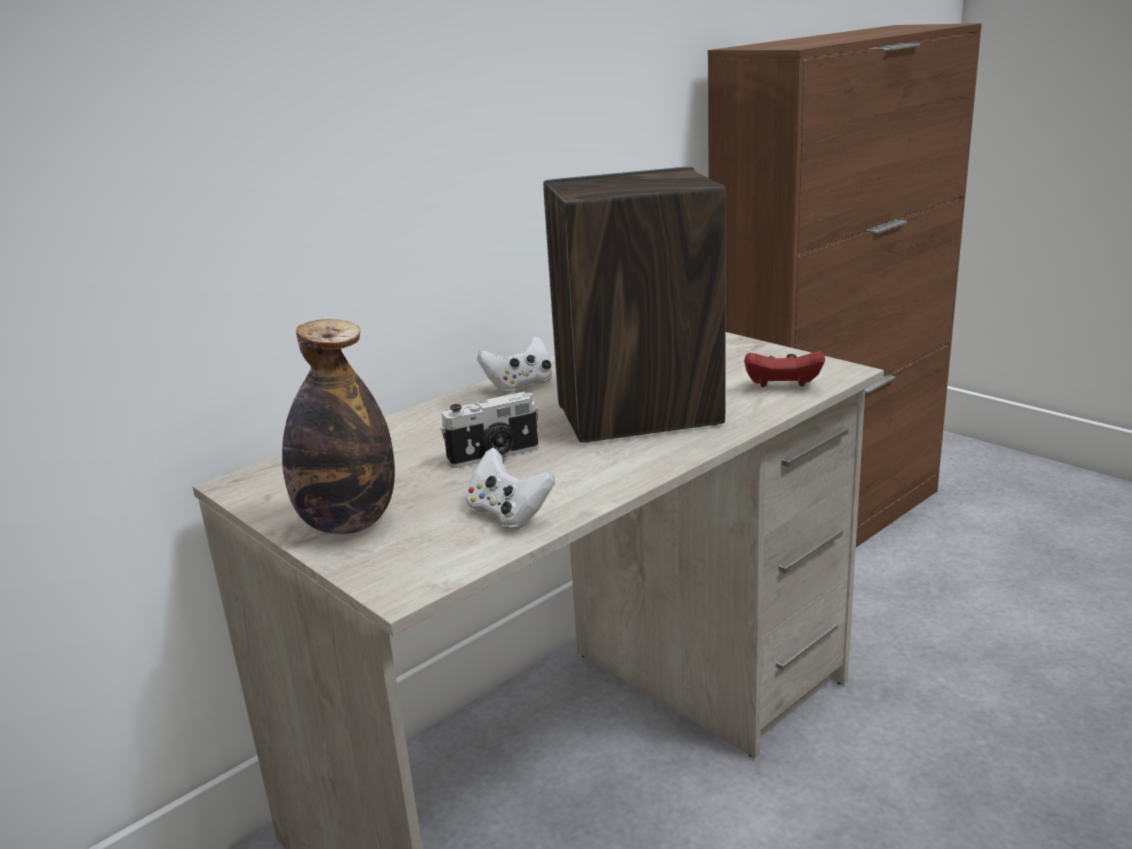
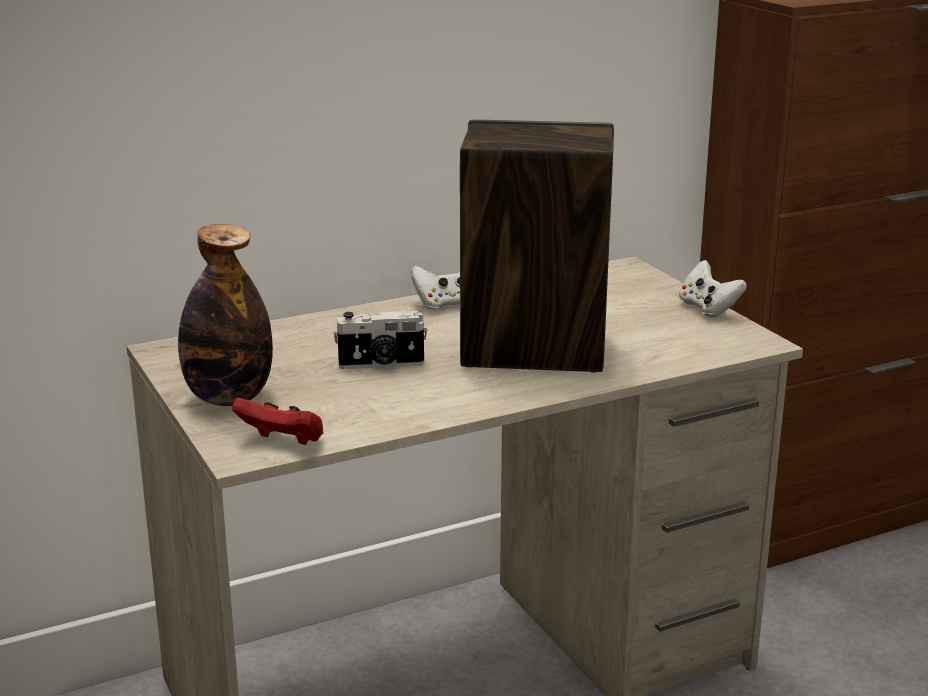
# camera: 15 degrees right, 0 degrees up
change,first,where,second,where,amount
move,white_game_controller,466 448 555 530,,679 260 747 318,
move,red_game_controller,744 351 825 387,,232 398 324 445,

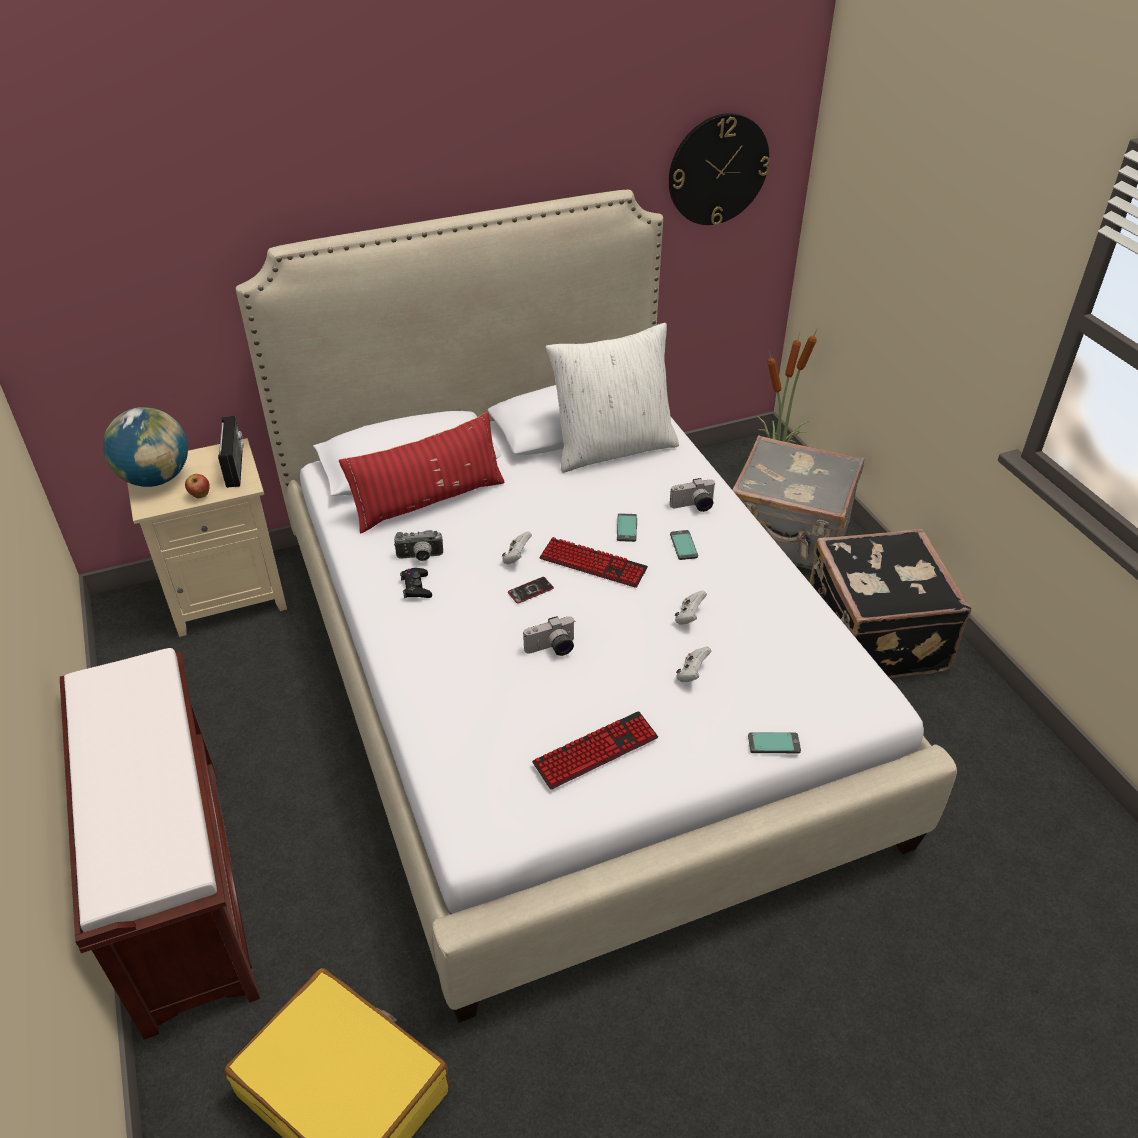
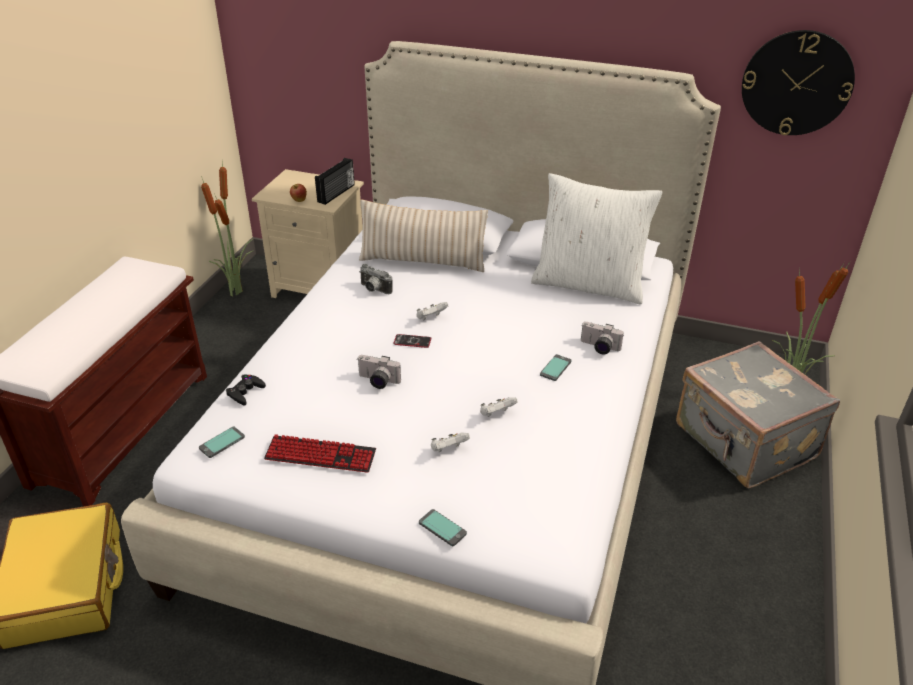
# camera: 40 degrees right, 5 degrees down
change,first,where,second,where,amount
delete,globe,103 407 188 487,,,
recolor,red_pillow,339 412 505 534,beige_pillow,359 200 488 272,
move,black_game_controller,400 568 432 598,,226 375 266 406,
delete,keyboard,539 537 648 588,,,
move,phone,617 513 637 542,,199 426 245 458,
delete,black_suitcase,810 529 971 678,,,
insert,,,potted_plant,201 160 254 297,

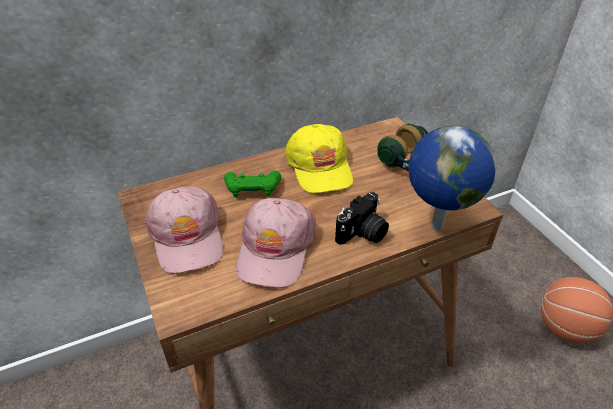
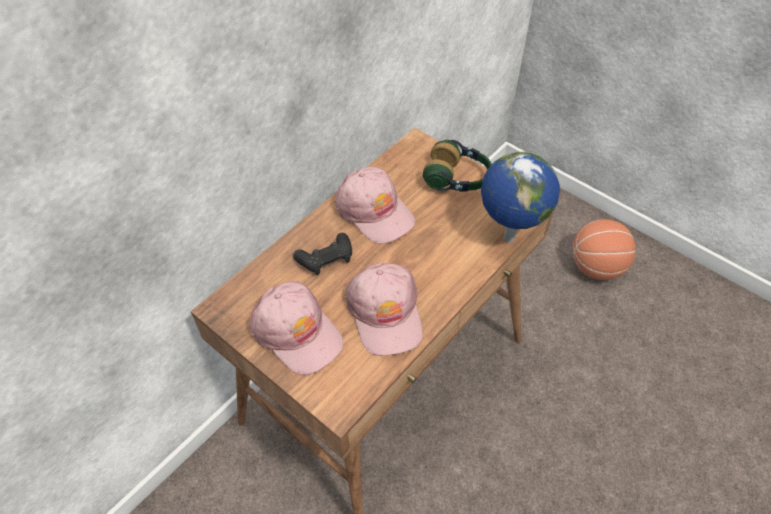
# camera: 25 degrees left, 10 degrees up
change,first,where,second,where,amount
recolor,green_game_controller,224 171 281 198,black_game_controller,293 233 352 275,
recolor,yellow_cap,285 124 353 193,pink_cap,335 167 415 244,
delete,photo_camera,335 192 389 245,,,

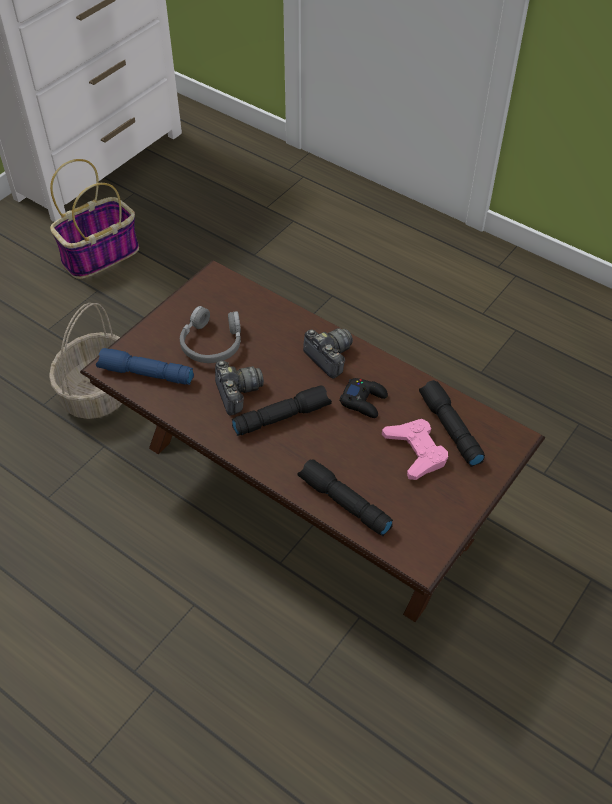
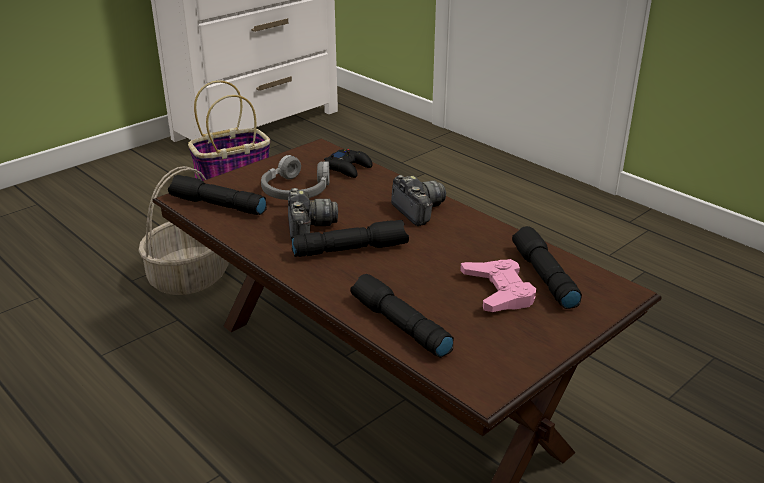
# camera: 10 degrees right, 20 degrees down
change,first,where,second,where,amount
recolor,blue_flashlight,96 348 194 385,black_flashlight,168 175 267 215,
move,black_game_controller,340 378 388 418,,324 149 373 178,

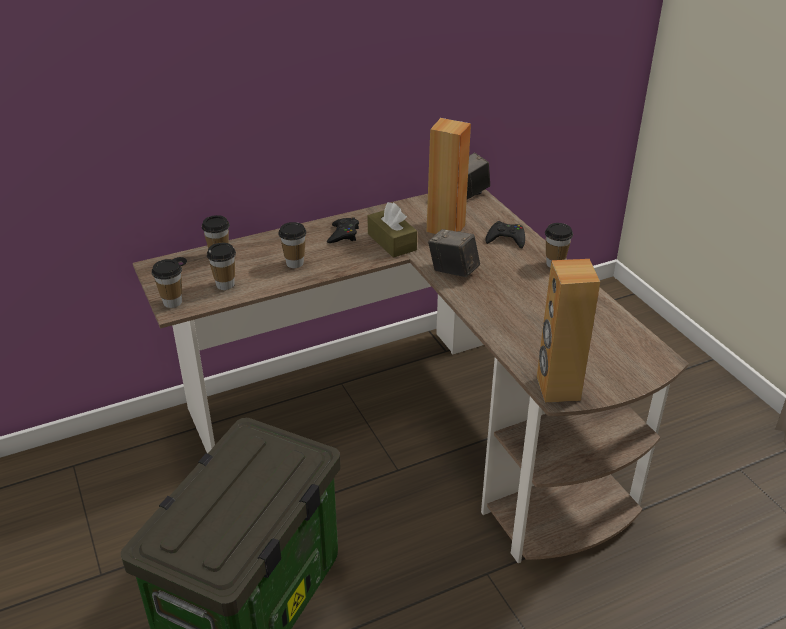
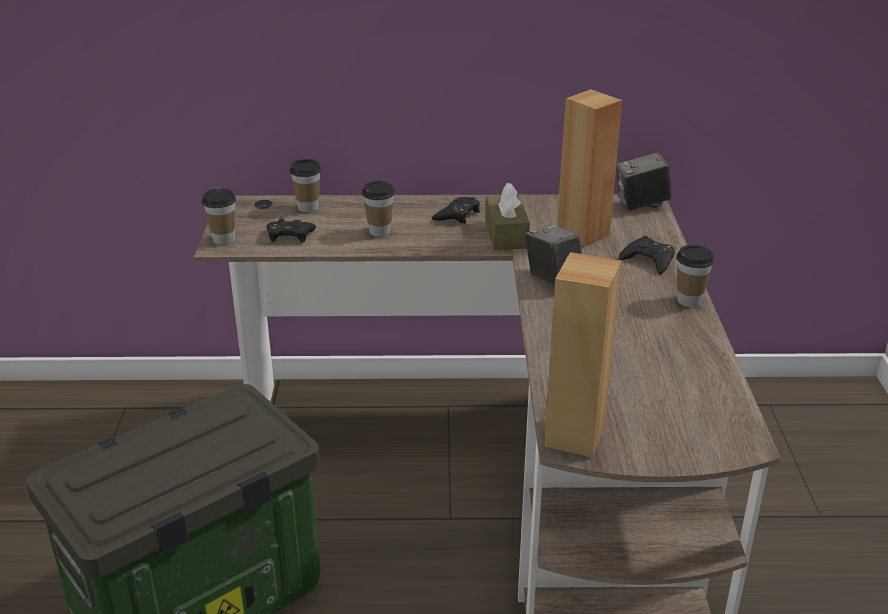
# camera: 25 degrees right, 5 degrees down
change,first,where,second,where,amount
replace,cup,207 243 236 290,black_game_controller,267 218 316 243,

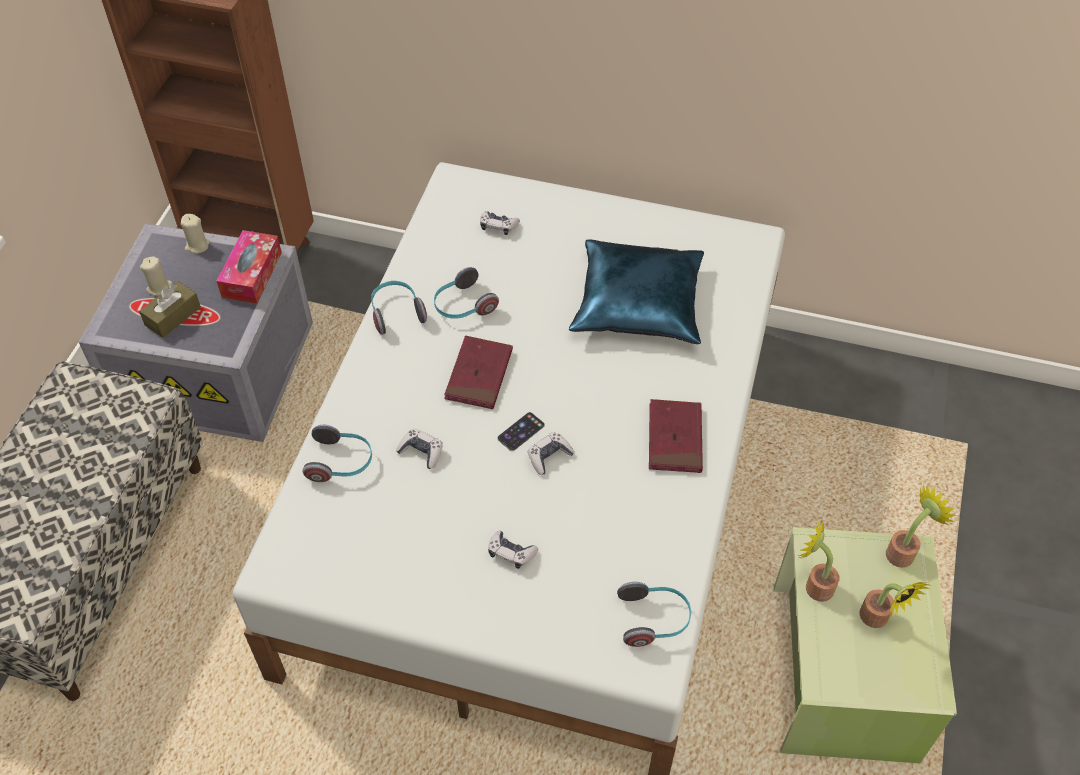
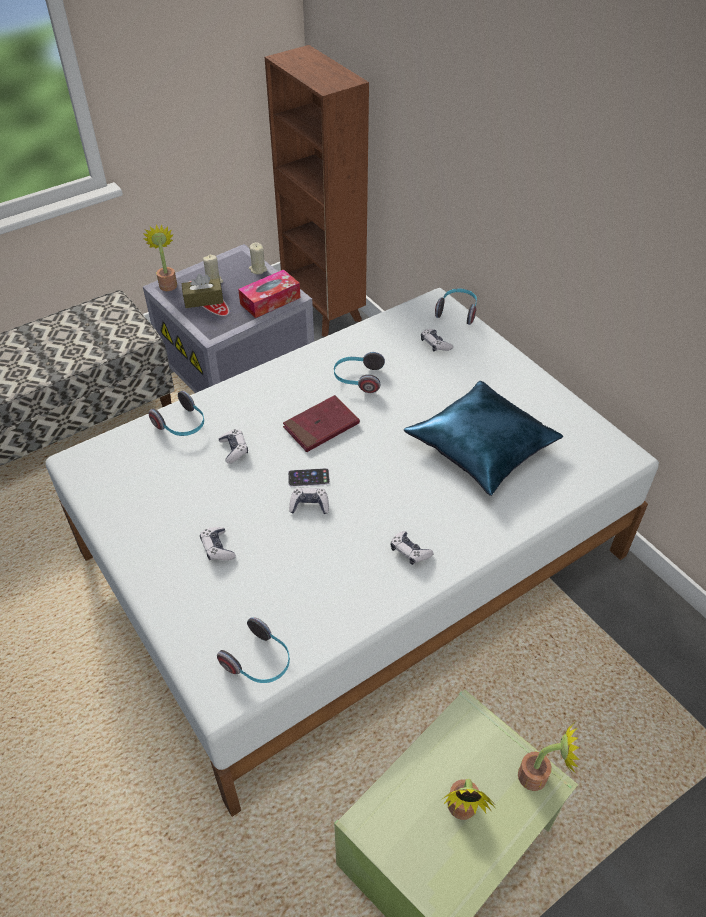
# camera: 40 degrees right, 5 degrees down
change,first,where,second,where,amount
move,headphones,371 281 427 335,,435 288 477 325,
replace,red_book,649 399 703 473,game_controller,391 531 434 565,
move,potted_plant,798 517 839 602,,143 224 177 291,

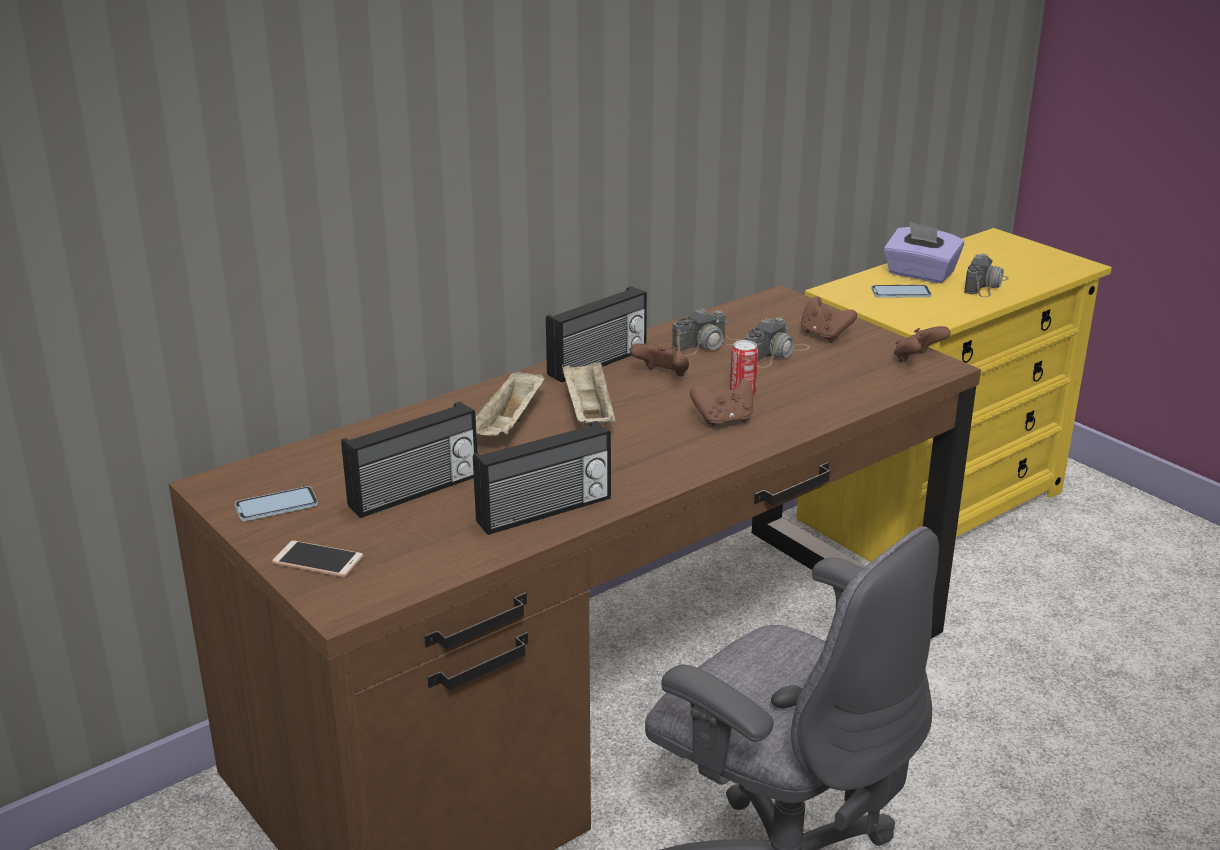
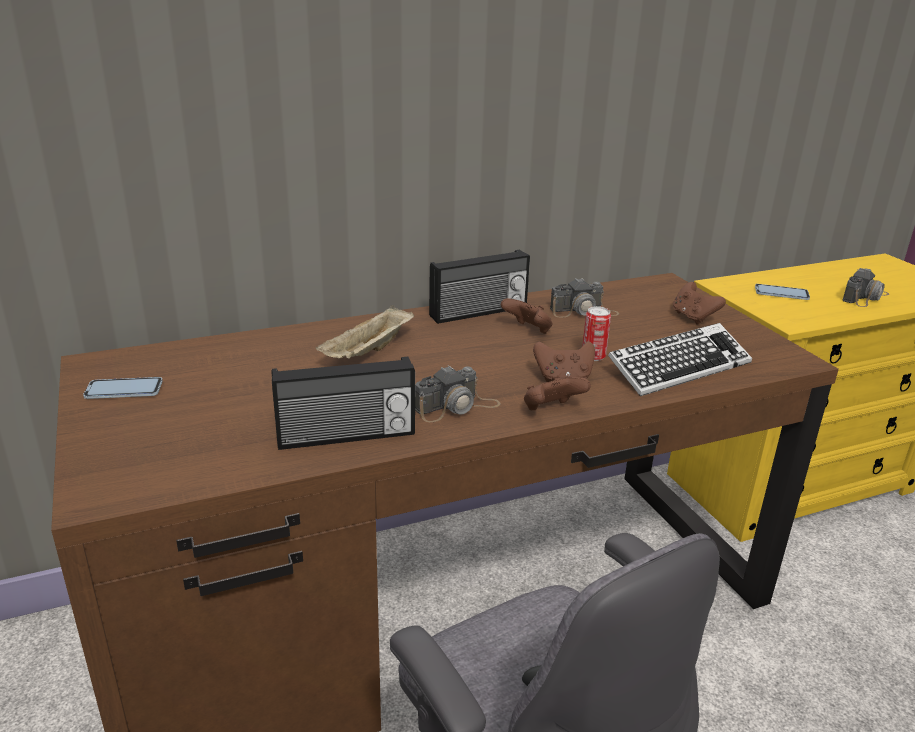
# camera: 15 degrees right, 0 degrees up
change,first,where,second,where,amount
delete,phone,272 541 364 577,,,
delete,radio,341 402 477 518,,,
delete,beige_tray,562 360 615 426,,,
move,photo_camera,745 317 810 368,,415 365 501 422,
delete,purple_tissue_box,884 222 964 283,,,
move,brown_game_controller,894 326 951 362,,524 376 591 410,
insert,,,keyboard,608 323 752 396,

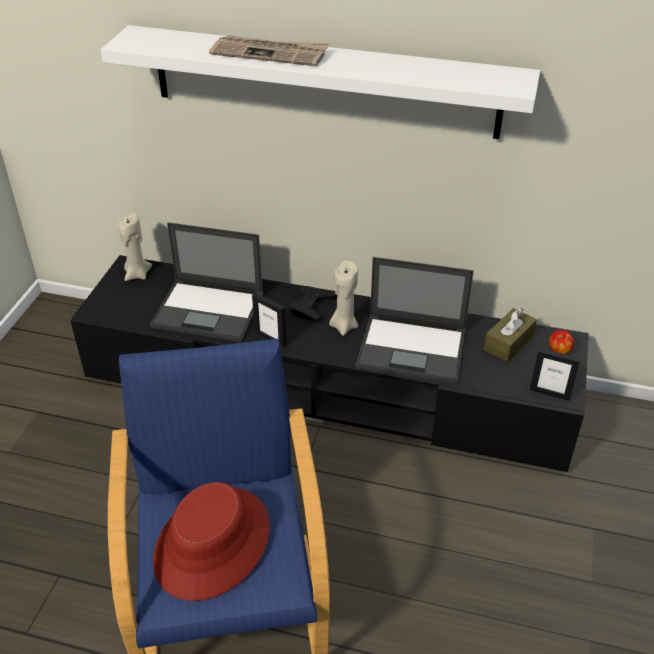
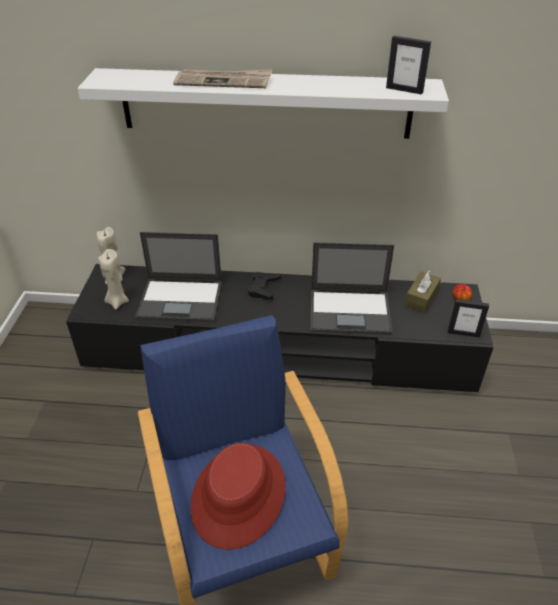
# camera: 10 degrees left, 0 degrees up
change,first,where,second,where,amount
move,picture_frame,252 292 287 348,,386 36 431 95,
move,beige_candle,329 261 358 336,,98 249 129 310,

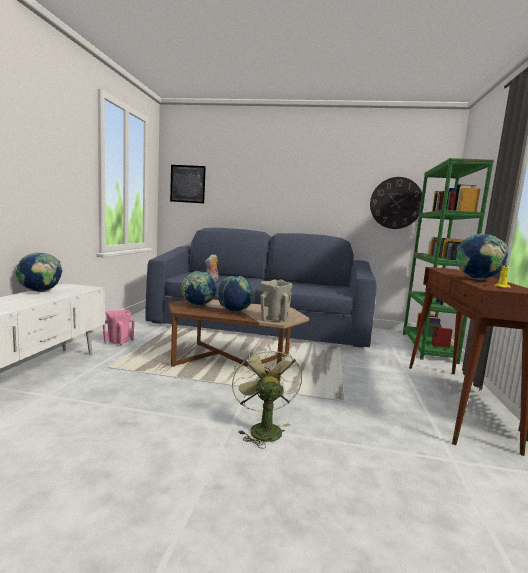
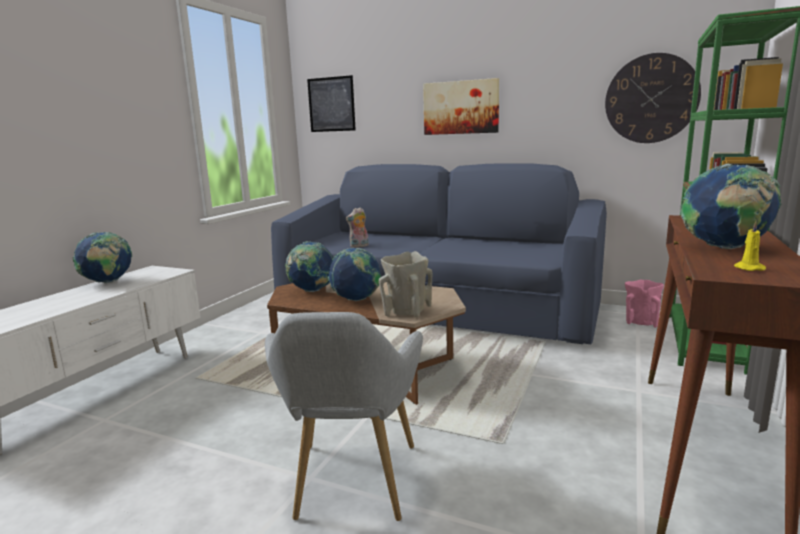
# camera: 15 degrees right, 5 degrees up
change,first,where,second,where,amount
move,pink_vase,103 310 135 345,,625 280 664 328,
replace,green_fan,232 345 302 448,grey_armchair,265 312 423 521,
insert,,,picture,423 78 499 135,

